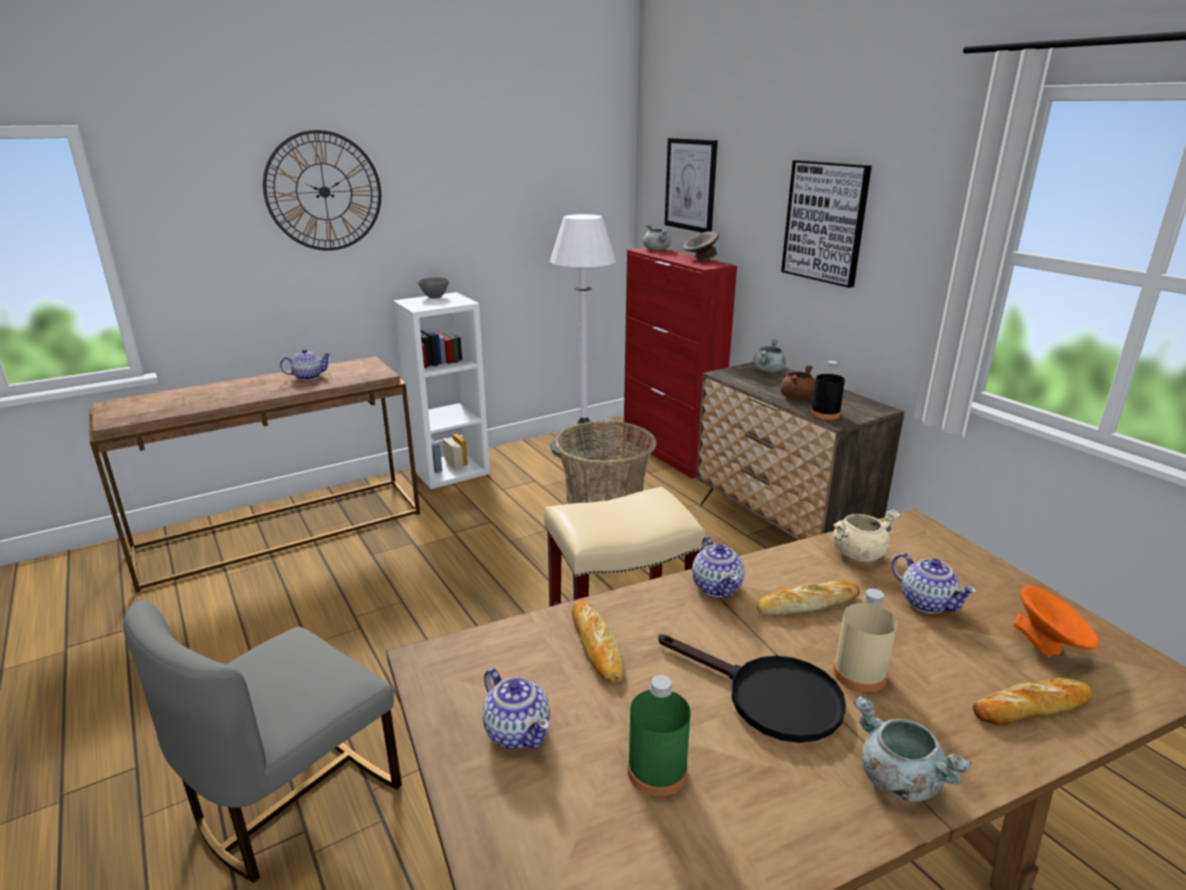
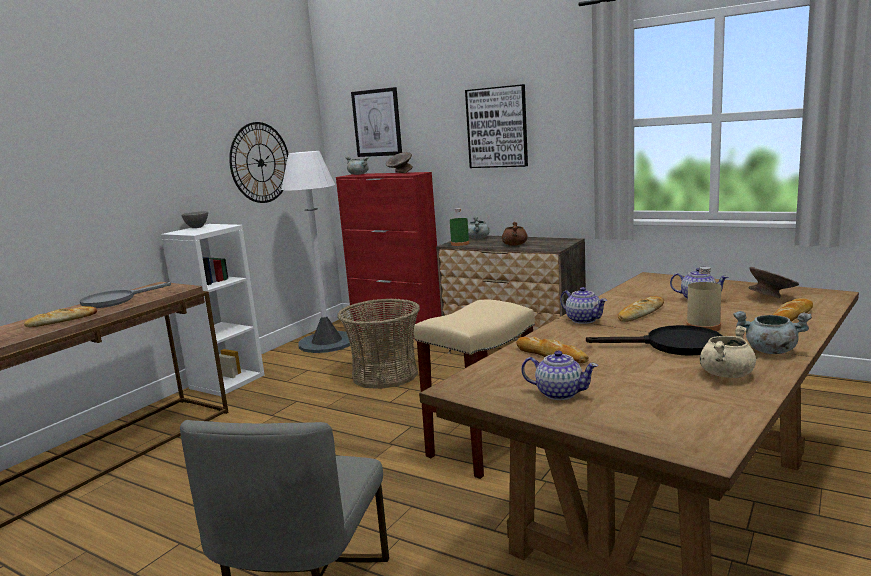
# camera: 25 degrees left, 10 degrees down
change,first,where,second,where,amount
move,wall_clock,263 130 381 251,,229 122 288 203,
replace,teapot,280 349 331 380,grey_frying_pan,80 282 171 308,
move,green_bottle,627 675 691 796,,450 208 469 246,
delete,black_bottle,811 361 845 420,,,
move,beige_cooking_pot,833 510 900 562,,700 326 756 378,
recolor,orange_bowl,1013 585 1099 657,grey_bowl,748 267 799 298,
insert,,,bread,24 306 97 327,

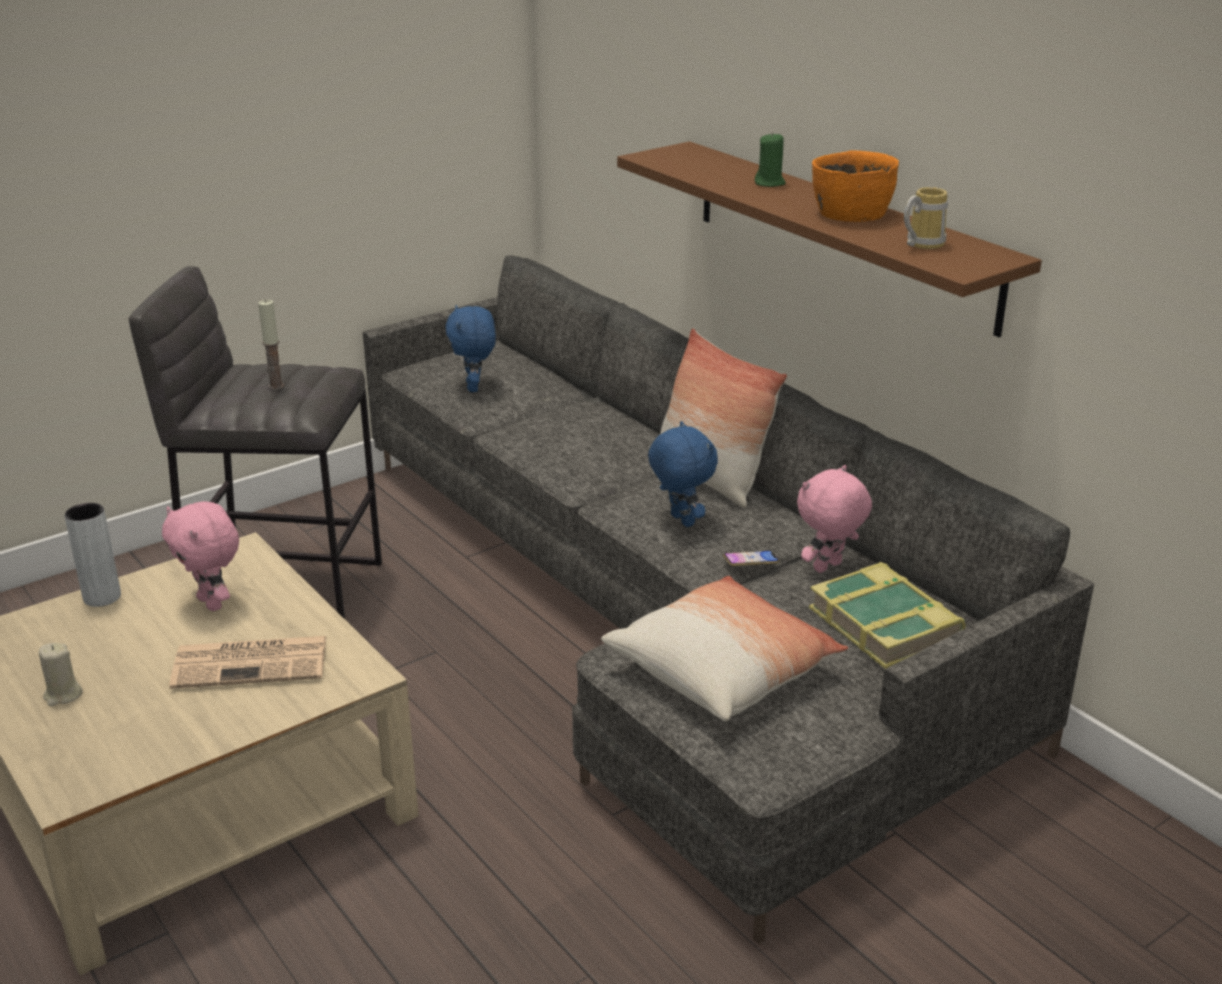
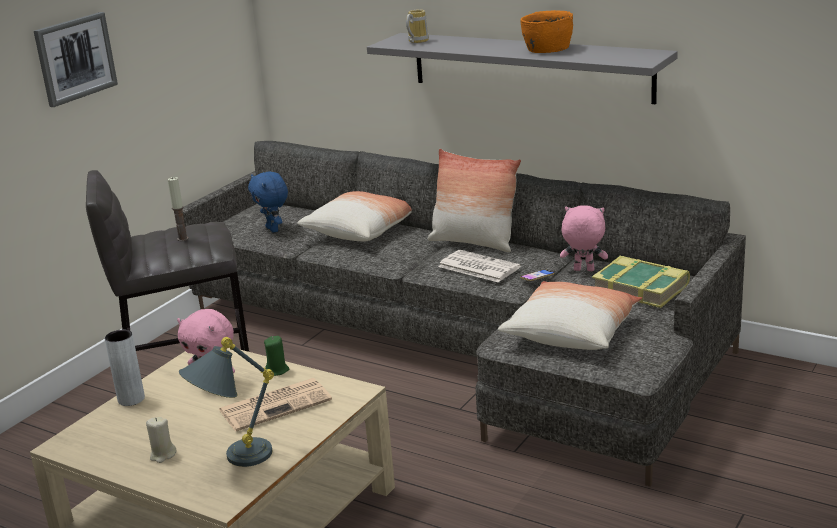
# camera: 20 degrees left, 5 degrees down
change,first,where,second,where,amount
recolor,brown_shelf,617 141 1042 337,grey_shelf,367 33 678 104,
replace,blue_plush_toy,648 421 718 527,newspaper,438 250 521 282,
move,green_candle,755 132 786 187,,264 336 289 376,
rotate,pink_plush_toy,797 465 872 573,,560 205 608 271,75 degrees clockwise
move,mug,904 187 948 249,,406 9 429 43,
insert,,,picture,34 12 118 107,
insert,,,grey_table_lamp,179 337 274 467,
insert,,,pillow,297 191 412 242,

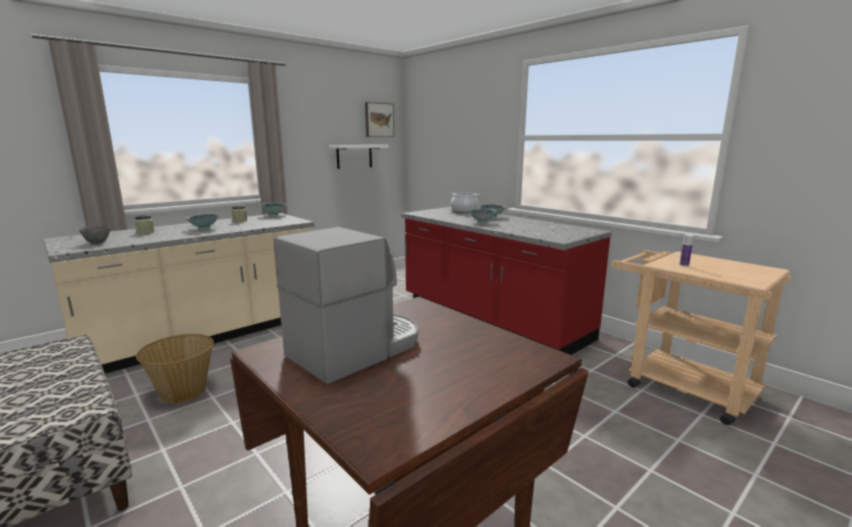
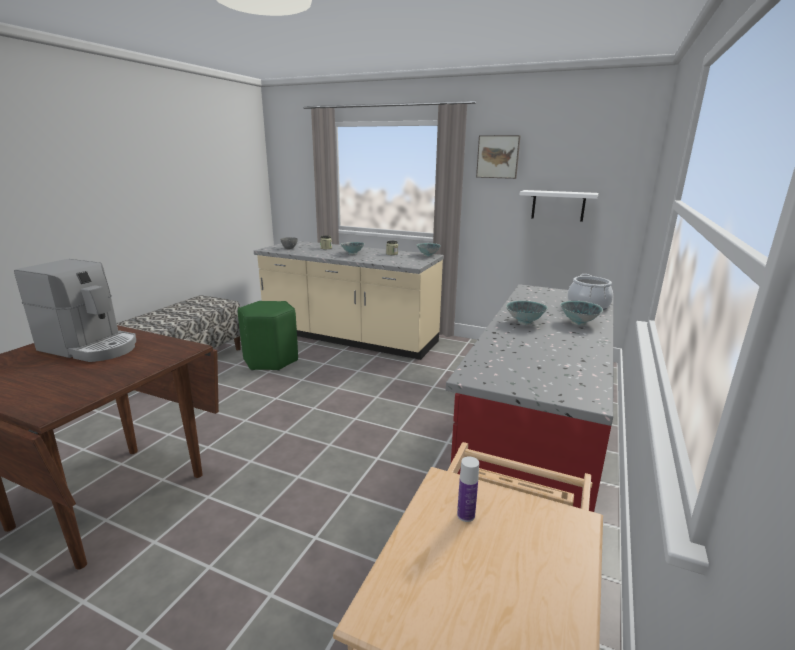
# camera: 65 degrees right, 5 degrees up
change,first,where,second,where,amount
replace,basket,136 334 214 403,green_stool,238 301 298 371,
move,picture,365 102 394 137,,476 135 521 179,

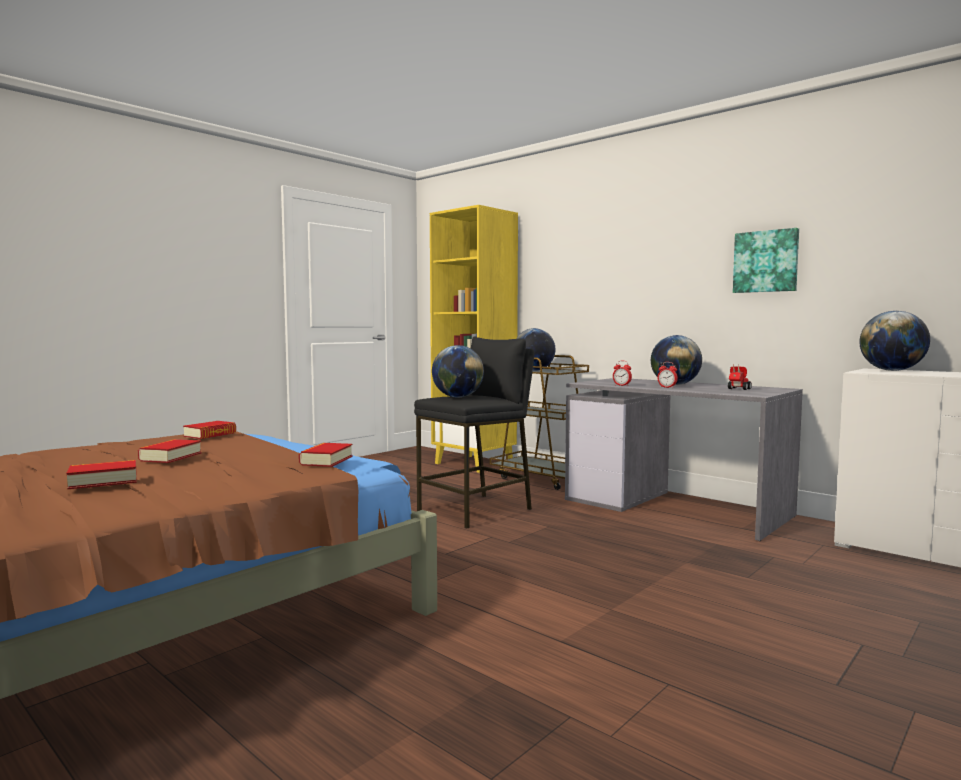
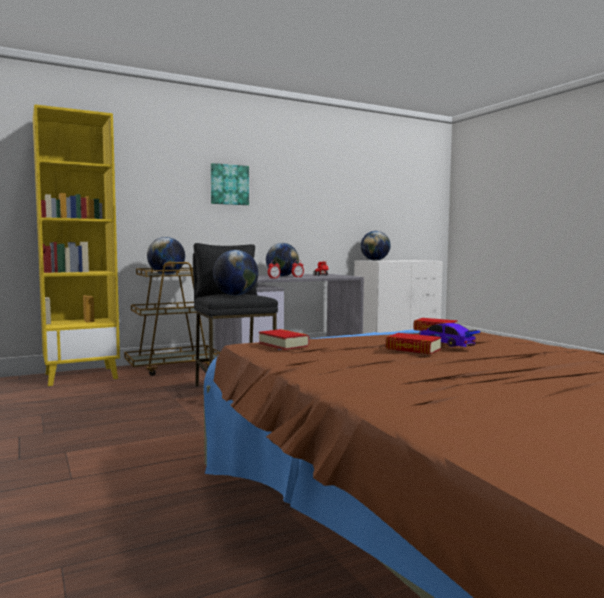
# camera: 70 degrees left, 0 degrees up
change,first,where,second,where,amount
delete,book,67 460 137 489,,,
move,picture,733 228 799 293,,211 163 249 205,
insert,,,toy_car,419 323 480 347,

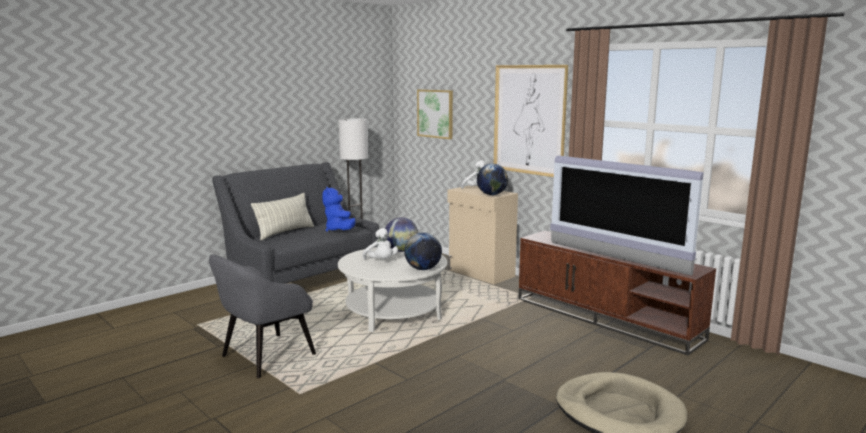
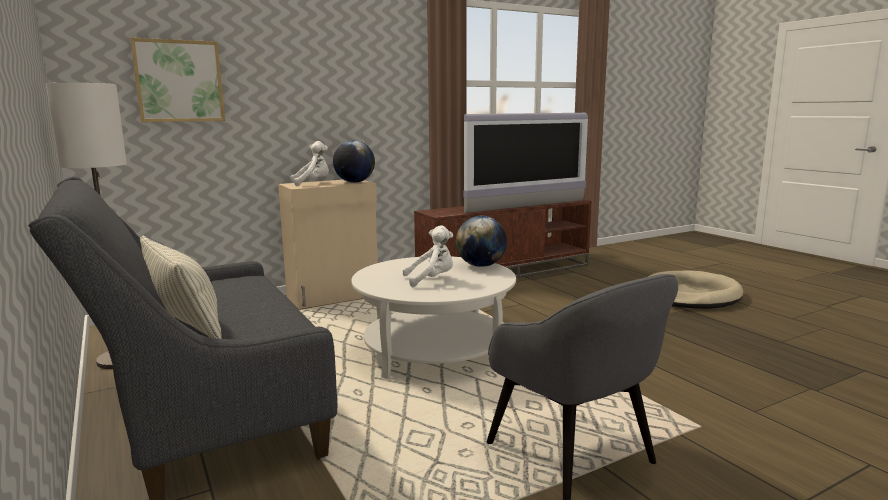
# camera: 75 degrees left, 0 degrees up
change,first,where,second,where,amount
delete,blue_plush_toy,322 187 356 232,,,
delete,globe,385 217 418 252,,,
delete,picture,494 65 568 177,,,

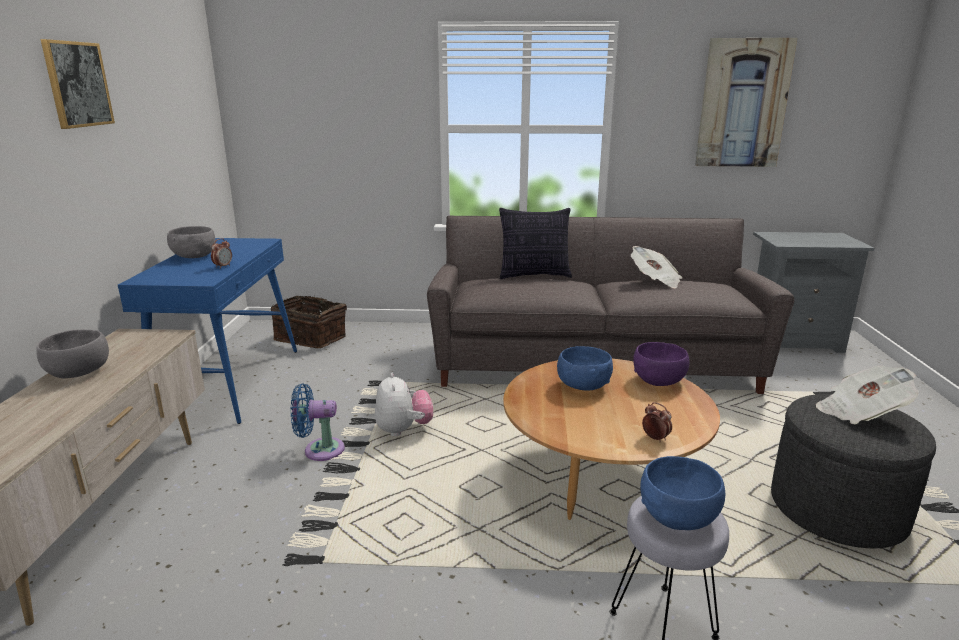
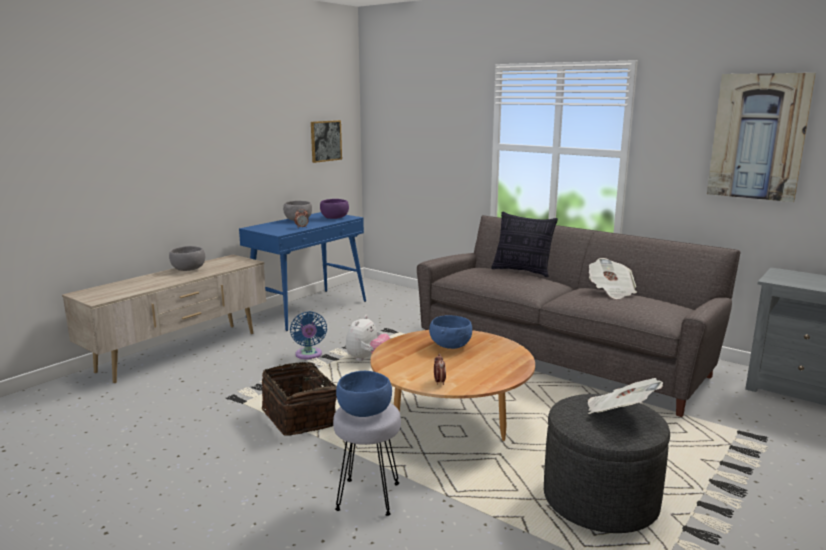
# camera: 35 degrees right, 5 degrees down
change,first,where,second,where,amount
move,picture,41 39 115 129,,311 120 342 163,
move,basket,271 295 347 348,,262 362 337 436,
rotate,blue_fan,291 383 345 461,,290 311 327 359,135 degrees counterclockwise
move,purple_bowl,633 342 689 386,,320 199 349 219,

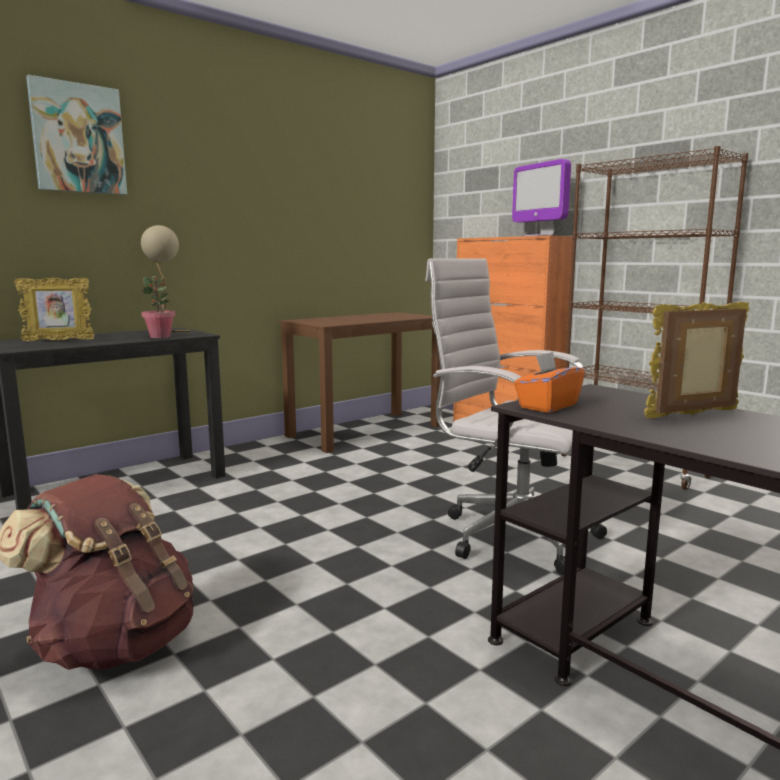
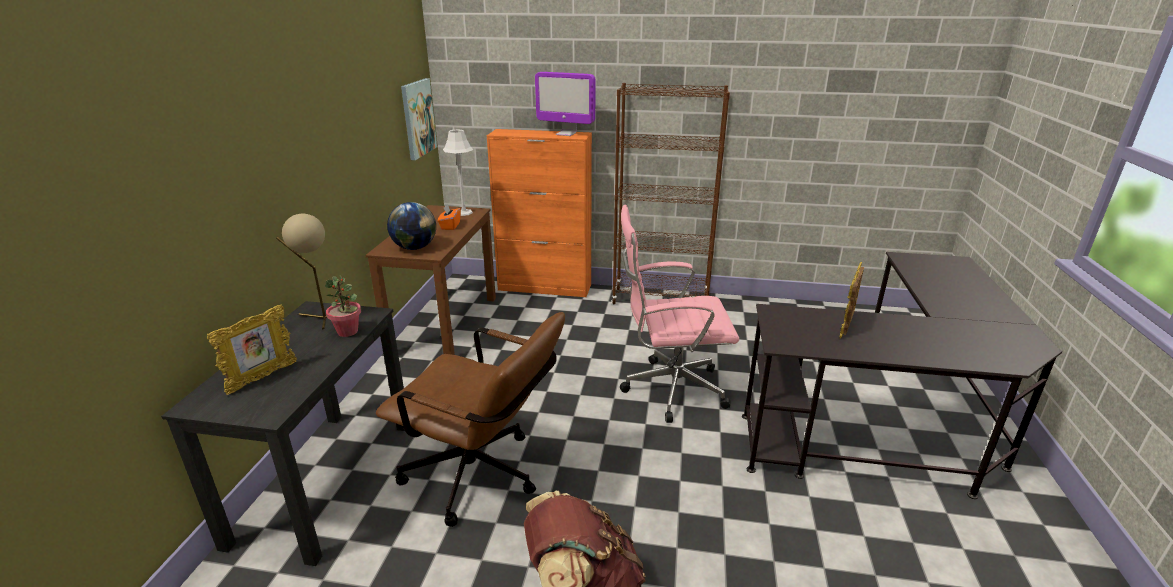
# camera: 40 degrees left, 15 degrees up
change,first,where,second,where,amount
move,picture,26 75 127 195,,401 78 437 160,
recolor,white_office_chair,425 258 607 575,pink_office_chair,620 205 739 423,
move,orange_tissue_box,514 352 585 413,,438 204 461 230,
insert,,,brown_office_chair,376 312 565 527,
insert,,,globe,387 202 436 250,
insert,,,grey_table_lamp,443 129 473 216,

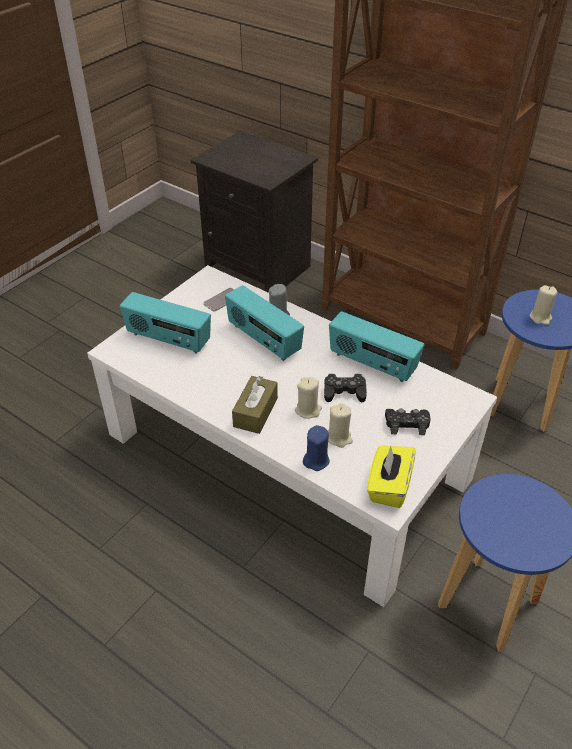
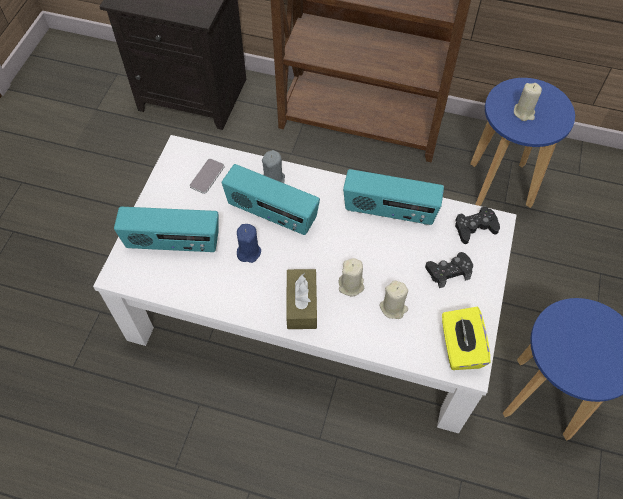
# camera: 20 degrees left, 15 degrees up
change,first,where,second,where,amount
move,blue_candle,303 425 330 471,,237 224 261 263,
move,black_game_controller,324 374 367 402,,455 206 500 244,

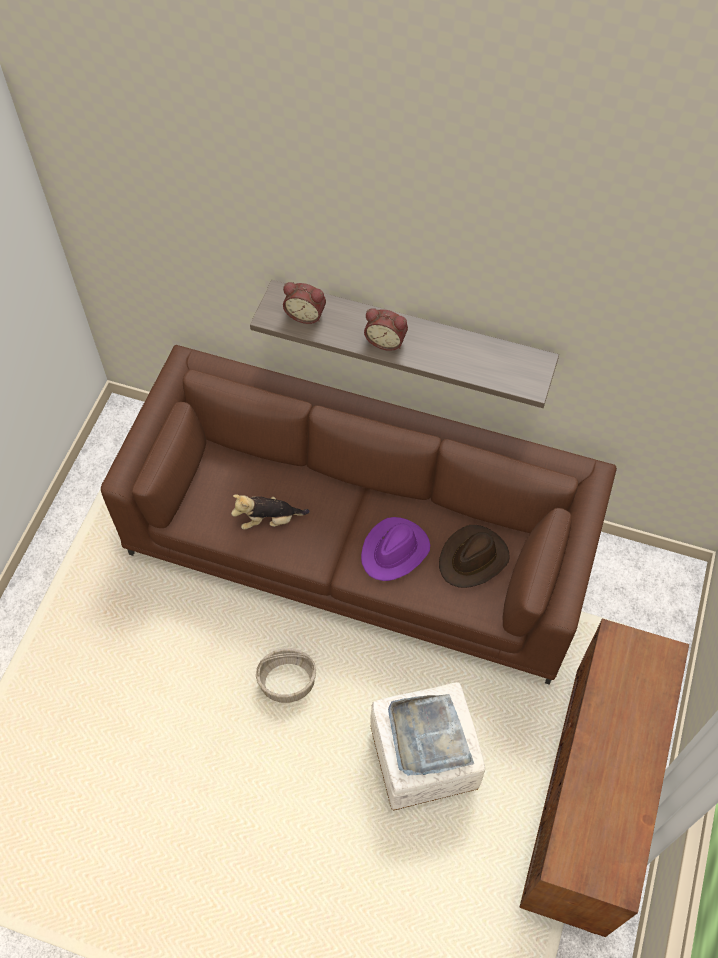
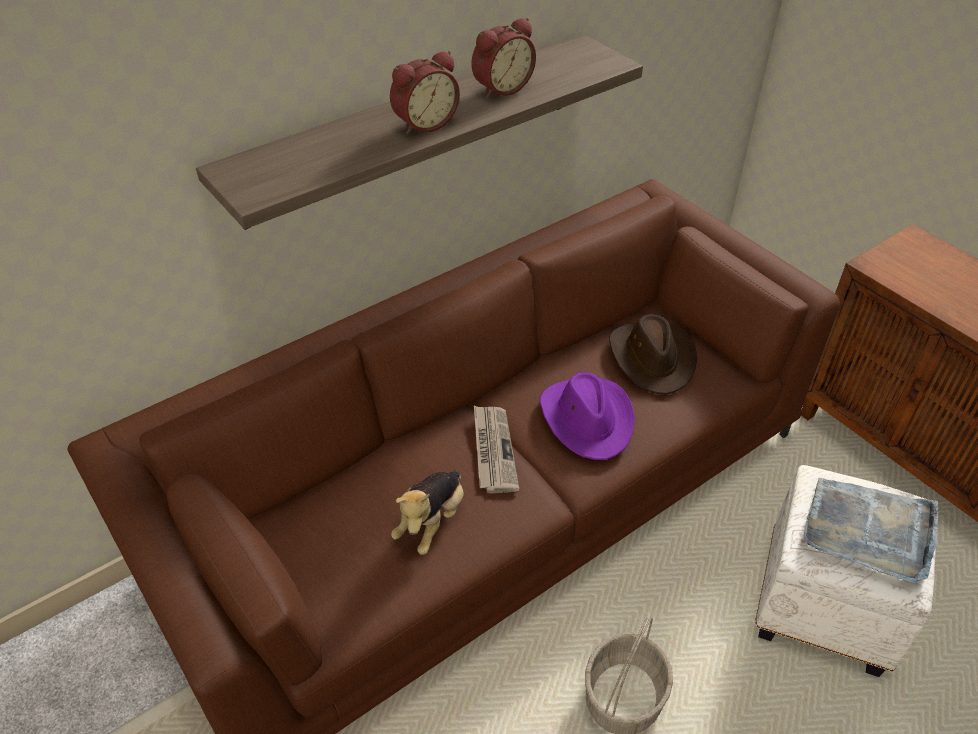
# camera: 55 degrees left, 15 degrees down
change,first,where,second,where,amount
move,alarm_clock,283 282 326 324,,472 18 536 98,
insert,,,newspaper,474 406 519 494,

